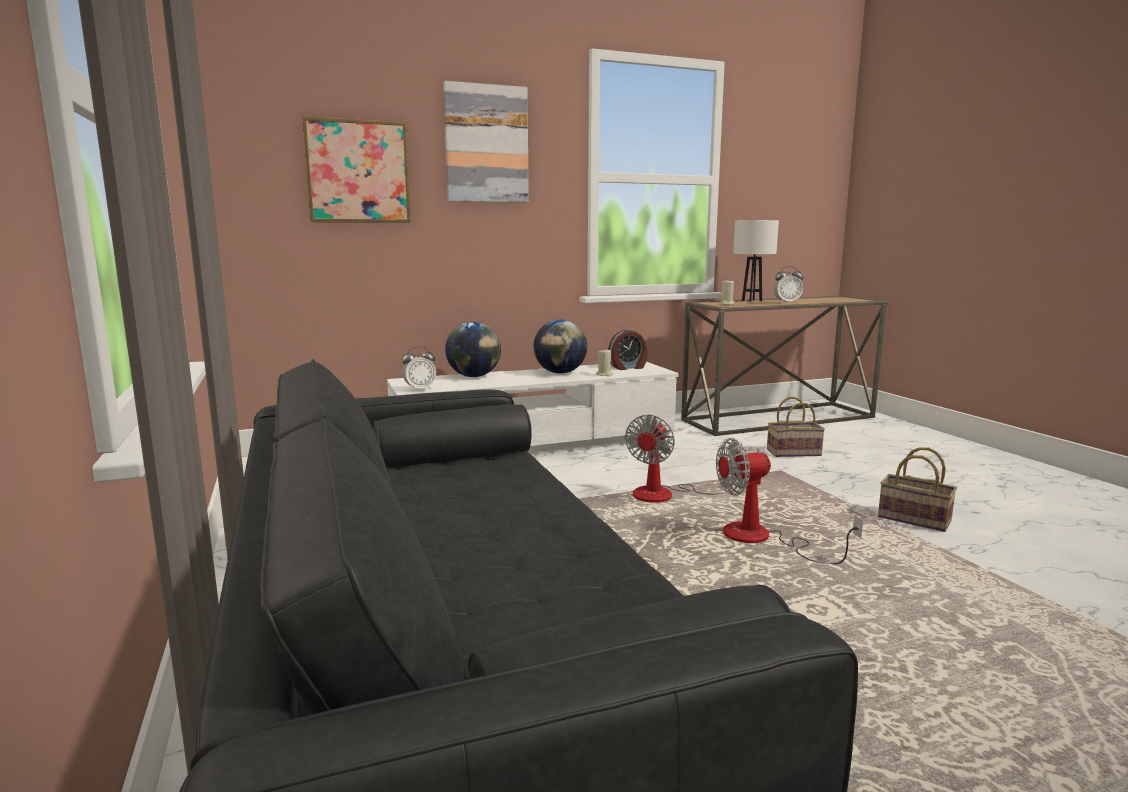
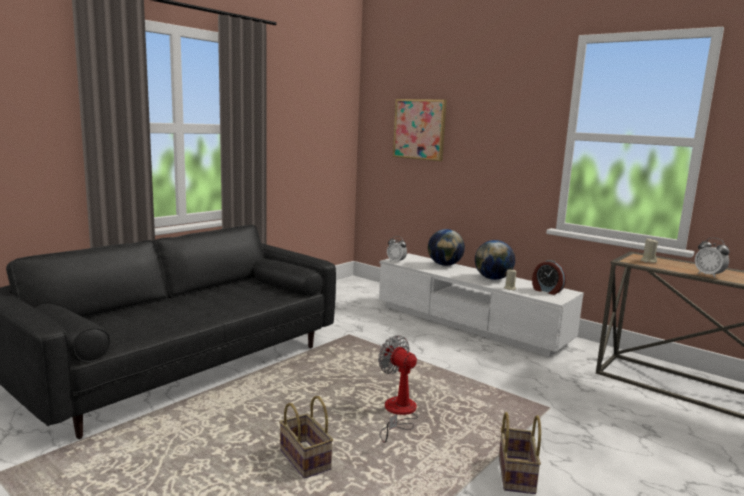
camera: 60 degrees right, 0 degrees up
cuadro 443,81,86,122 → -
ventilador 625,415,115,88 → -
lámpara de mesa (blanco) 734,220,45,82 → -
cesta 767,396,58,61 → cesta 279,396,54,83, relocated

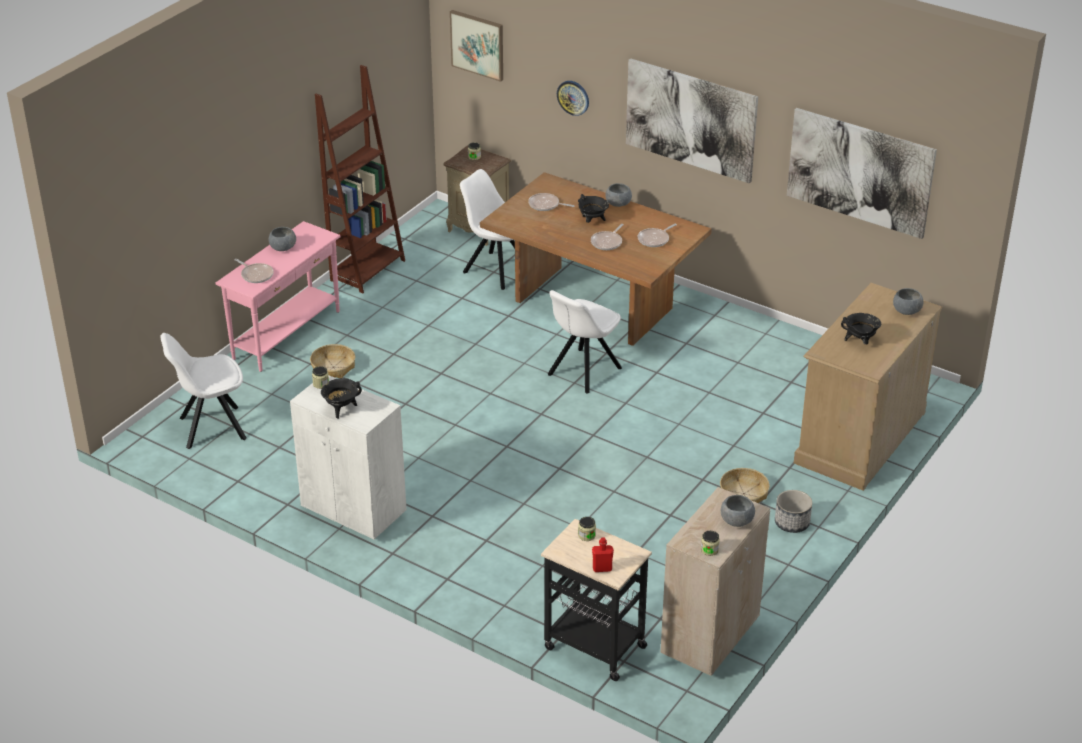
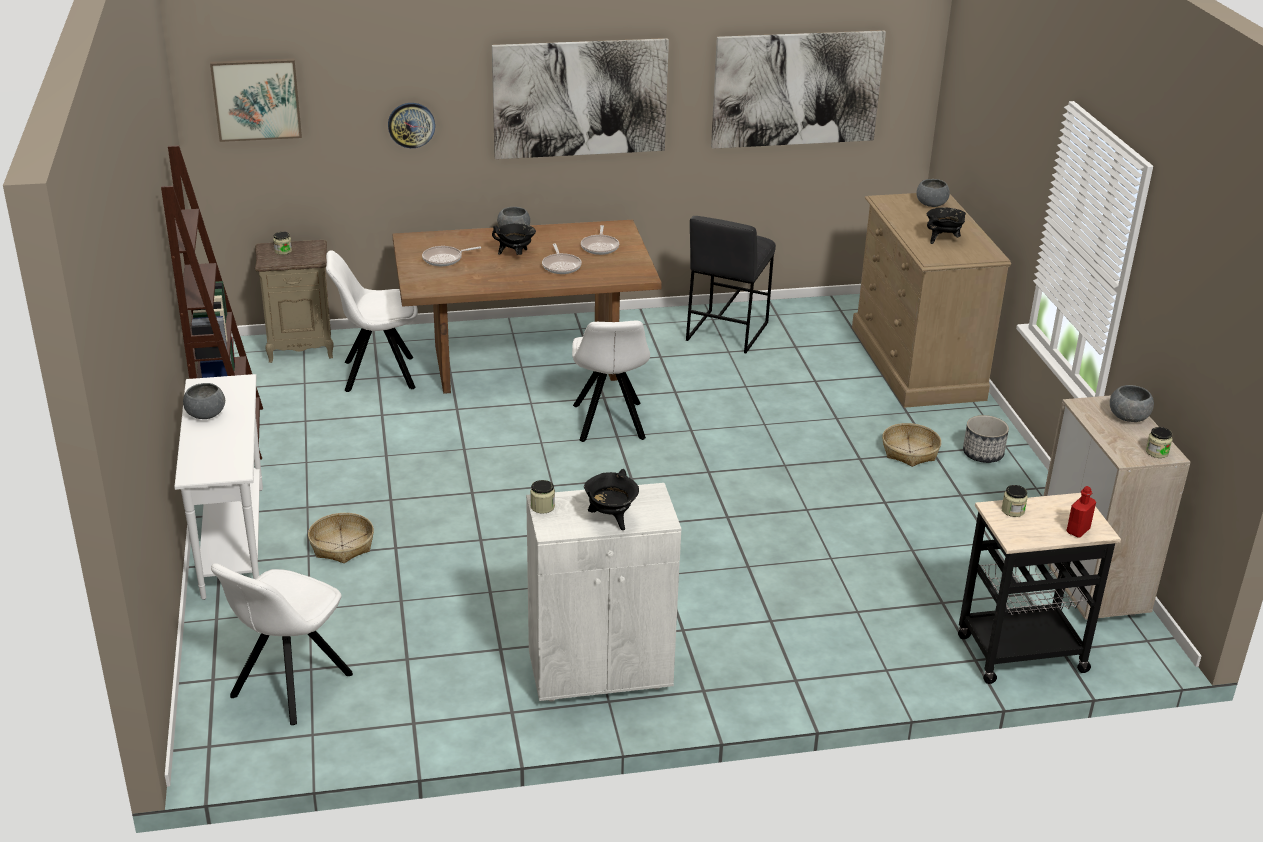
camera: 45 degrees left, 5 degrees down
sartén 235,259,39,24 → -
- → taburete (gris) 686,216,90,137
mesa consola (rosa) 215,221,125,151 → mesa consola (blanco) 175,374,88,226

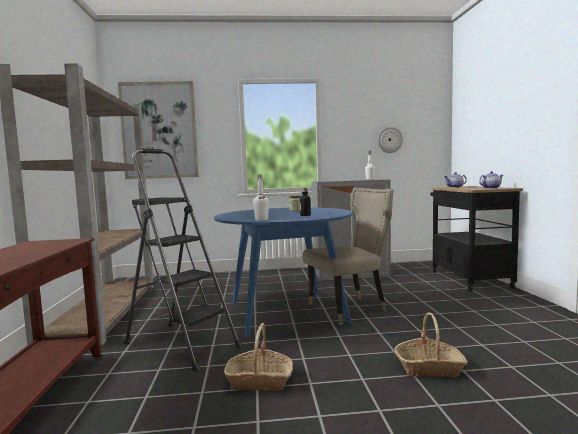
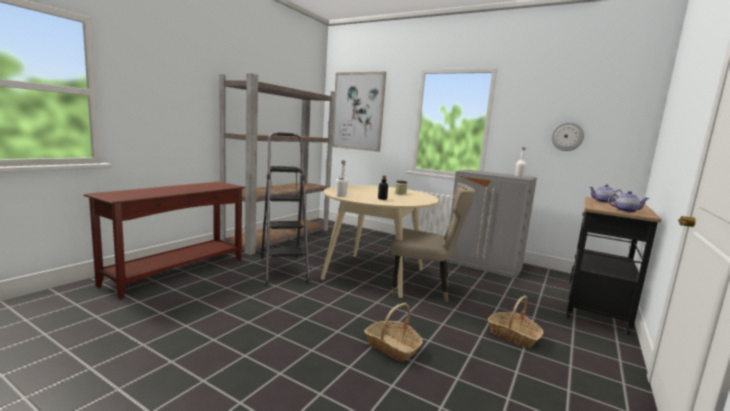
camera: 35 degrees right, 5 degrees up
cesta 224,323,69,68 → cesta 488,295,56,53, relocated
mesa de comedor (azul) 214,207,139,130 → mesa de comedor (beis) 321,185,118,113

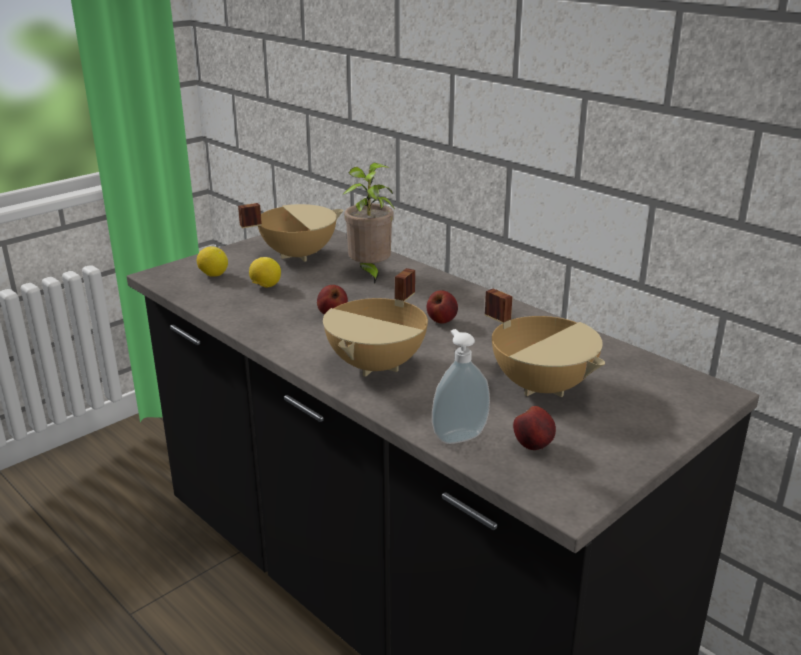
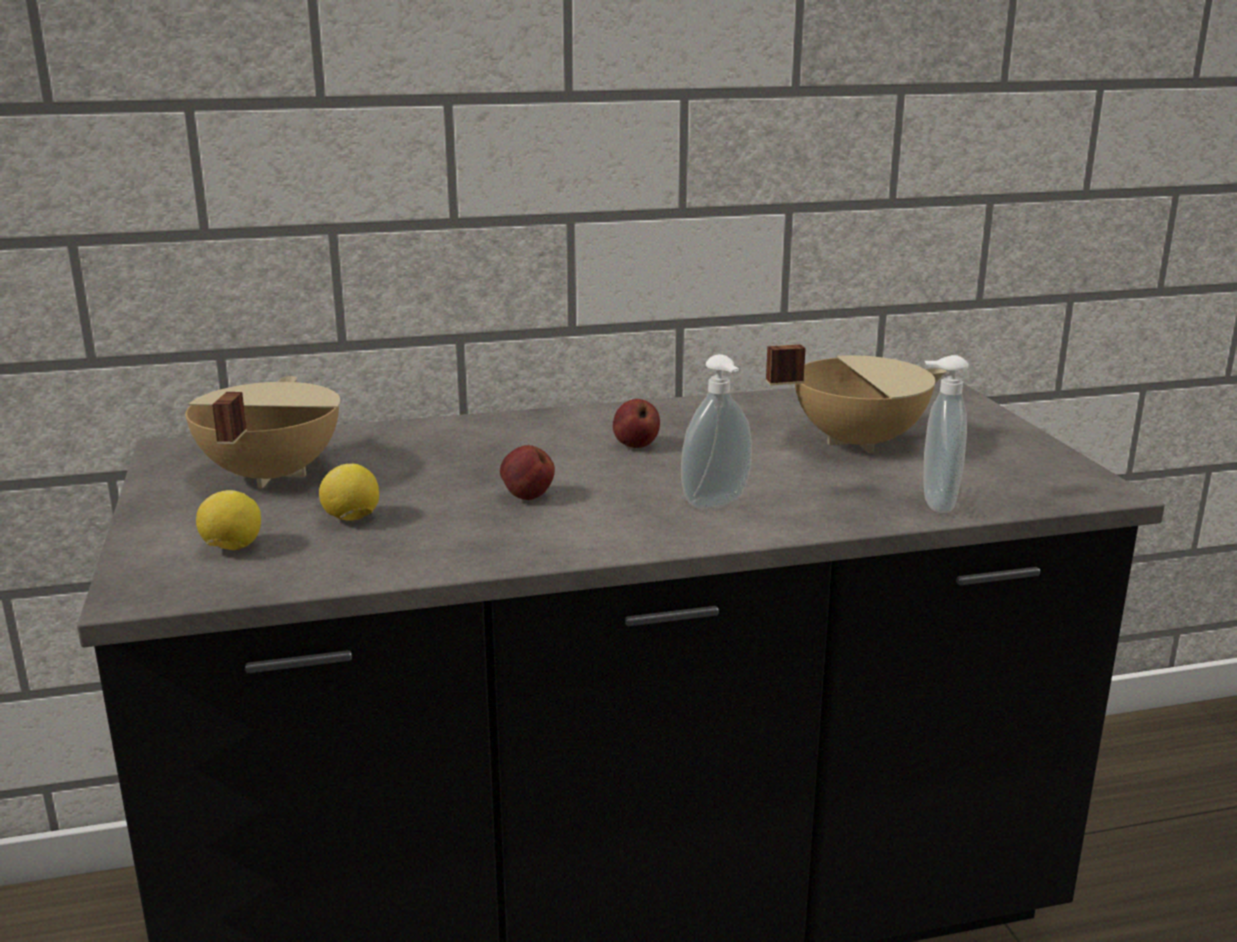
camera: 60 degrees left, 5 degrees down
planta en maceta 343,163,52,121 → -
manzana 513,406,43,44 → -
olla (beis) 323,268,105,109 → dispensador de jabón 681,354,71,155

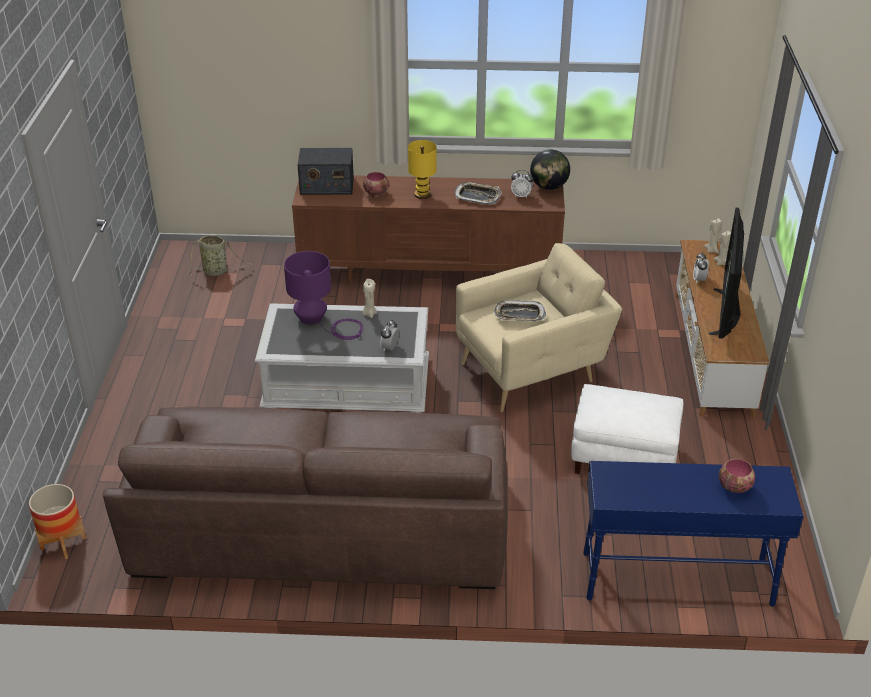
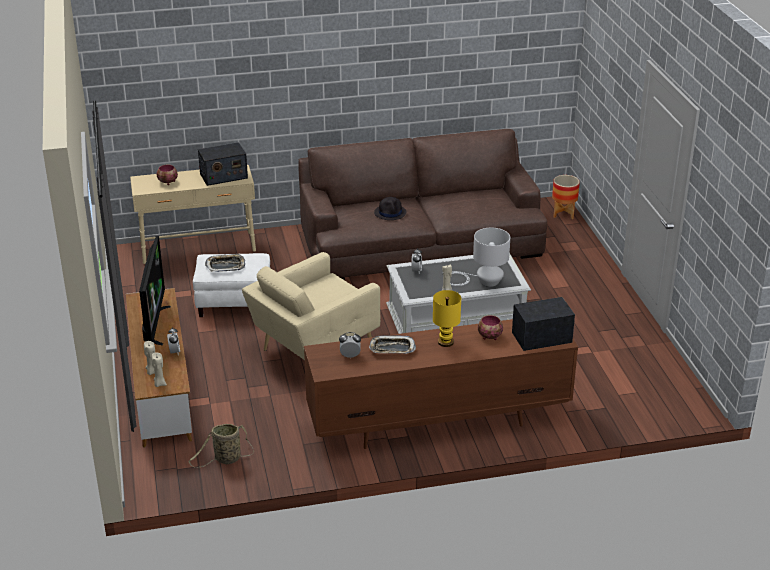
camera: 165 degrees right, 5 degrees down
globo terráqueo 530,149,40,41 → -
- → radio 198,142,50,44
- → sombrero (negro) 374,197,33,23
cesta 189,235,63,41 → cesta 188,424,66,44, relocated
bandeja 494,300,52,21 → bandeja 205,254,40,18, relocated
lámpara de mesa (morado) 284,251,79,89 → lámpara de mesa (gris) 450,228,60,59
mesa consola (azul) 583,461,220,146 → mesa consola (beis) 130,165,126,99

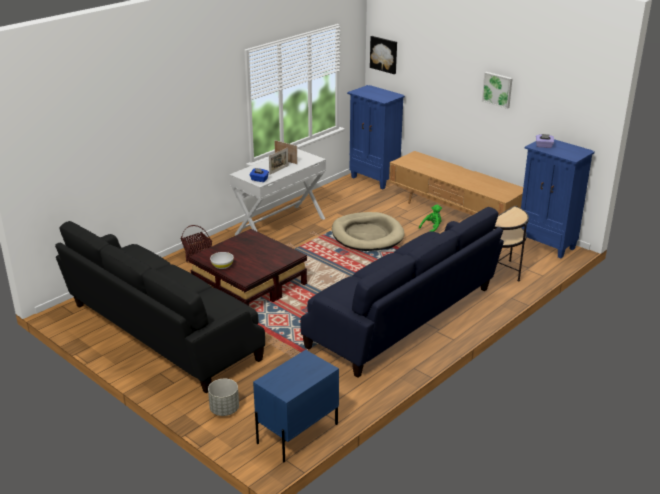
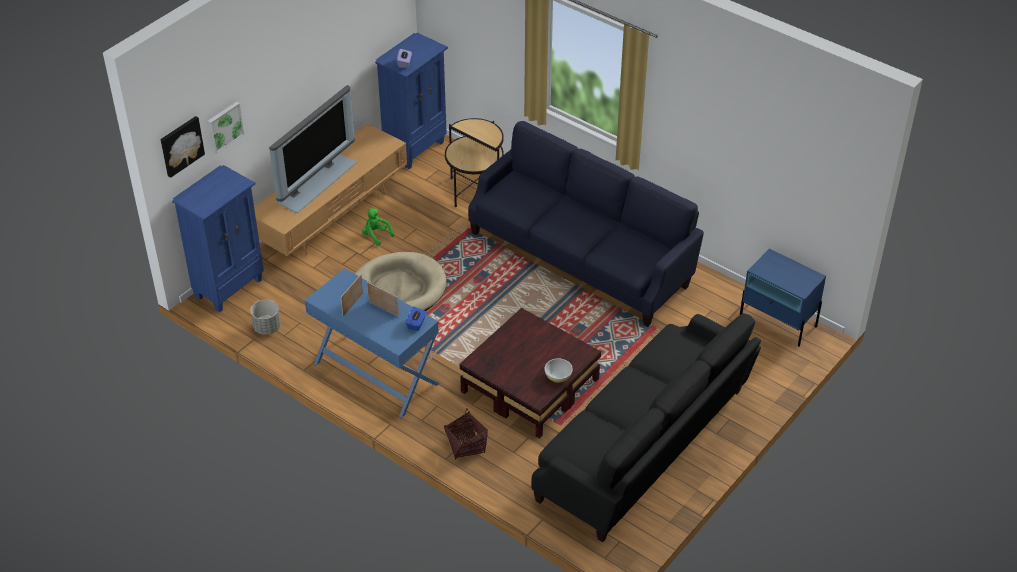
camera: 95 degrees left, 15 degrees up
- → televisor 269,85,88,128
maceta (gris) 208,379,31,37 → maceta (gris) 250,299,31,36, relocated
cuadro 482,72,31,37 → cuadro 207,102,37,52, relocated
mesa consola (blanco) 229,149,97,86 → mesa consola (azul) 305,268,134,150

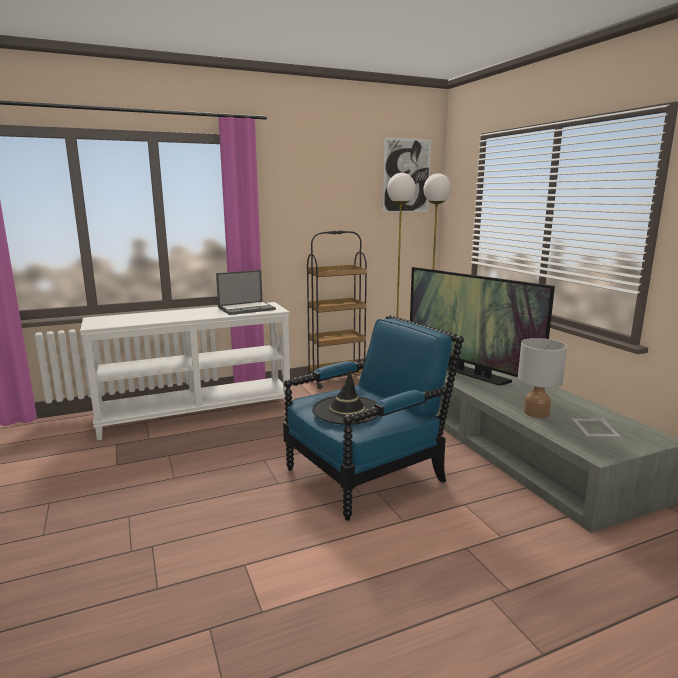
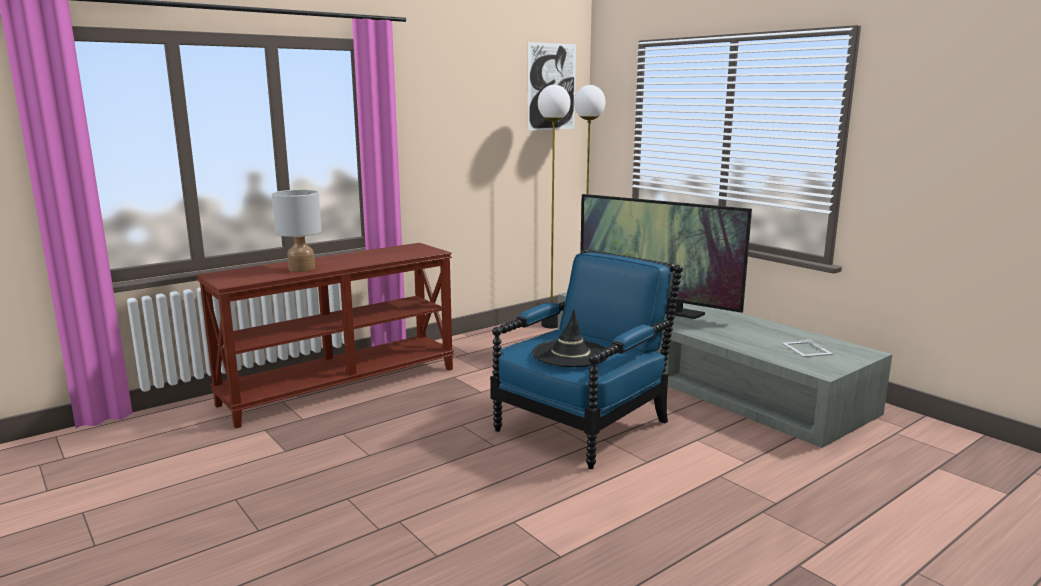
camera: 15 degrees left, 0 degrees up
portátil 216,270,60,45 → -
carrito (marrón) 307,230,60,159 → -
lámpara de mesa (gris) 518,338,49,80 → lámpara de mesa (gris) 272,190,50,82, relocated
mesa consola (blanco) 80,302,210,138 → mesa consola (marrón) 197,243,257,185

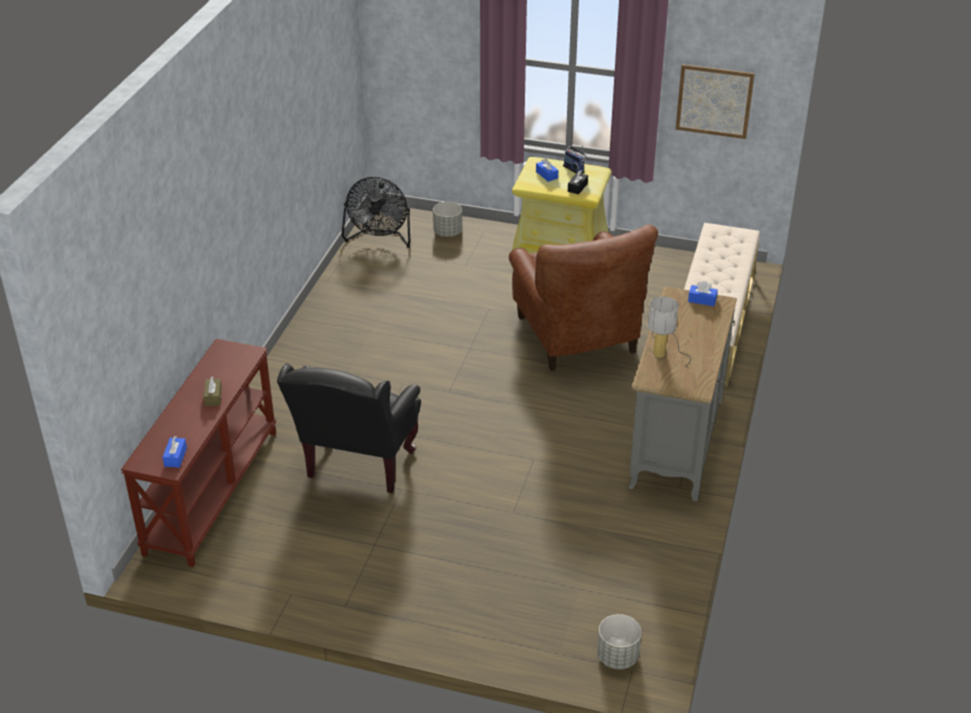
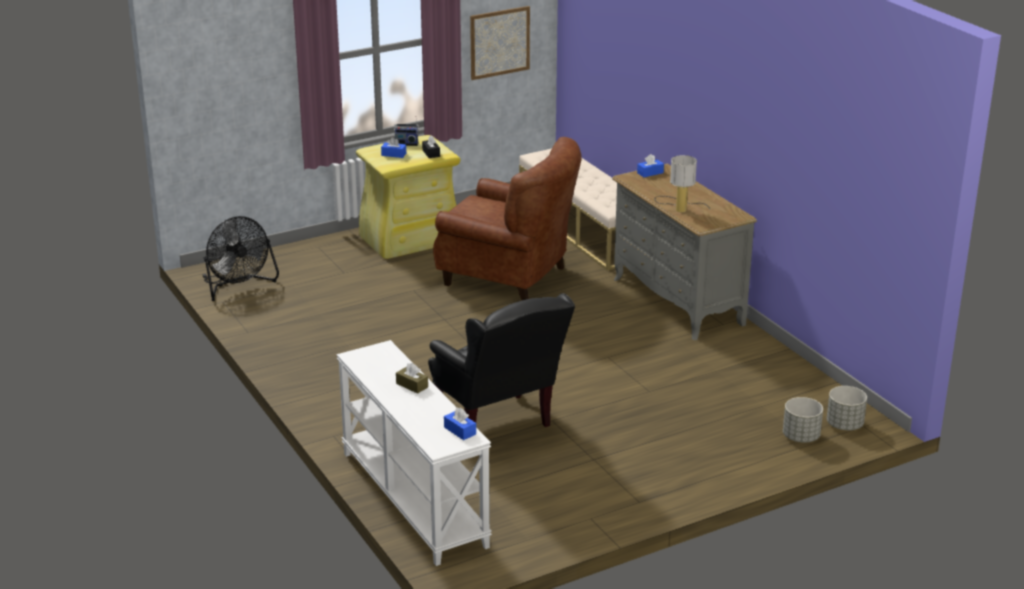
camera: 45 degrees left, 10 degrees down
maceta (gris) 433,201,29,36 → maceta (gris) 783,397,40,46, relocated
mesa consola (marrón) 121,339,155,228 → mesa consola (blanco) 337,340,155,226

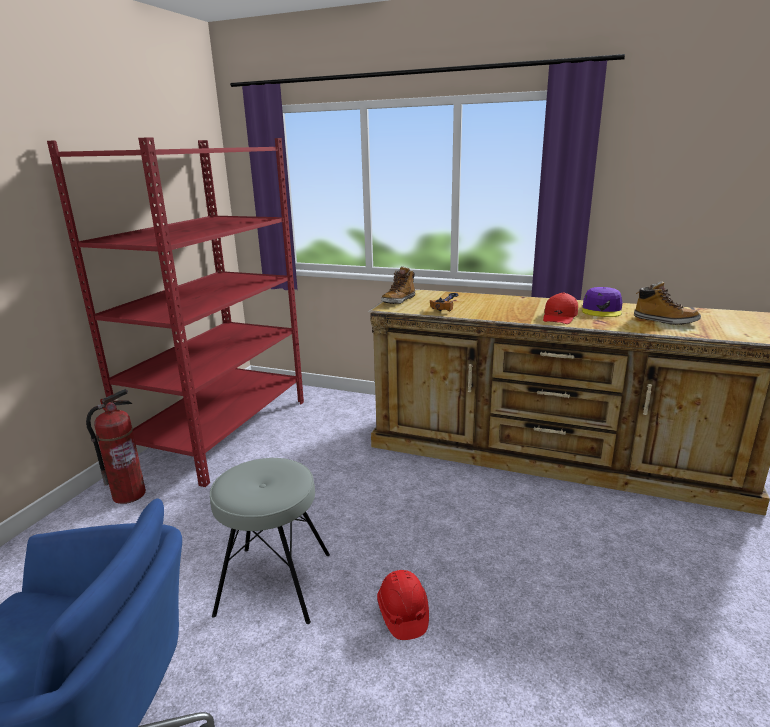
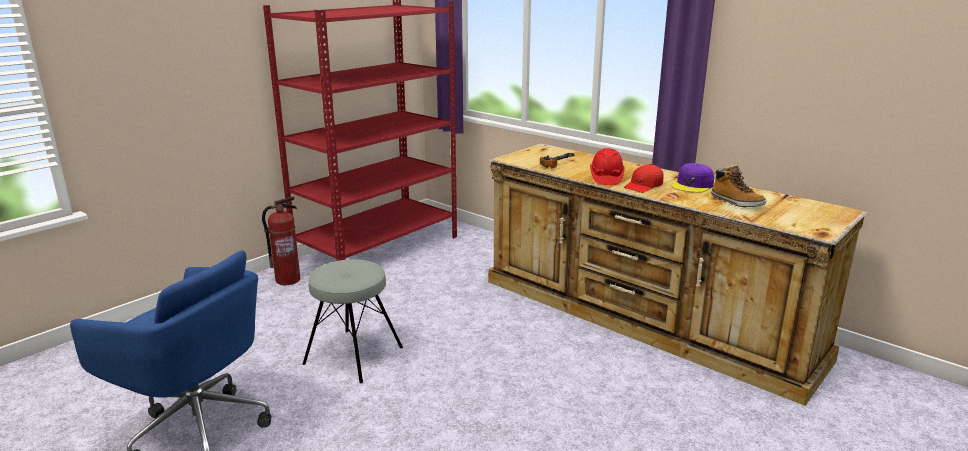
camera: 20 degrees right, 0 degrees up
bota 381,266,34,38 → -
casco (rojo) 377,570,52,70 → casco (rojo) 590,148,35,37, relocated

